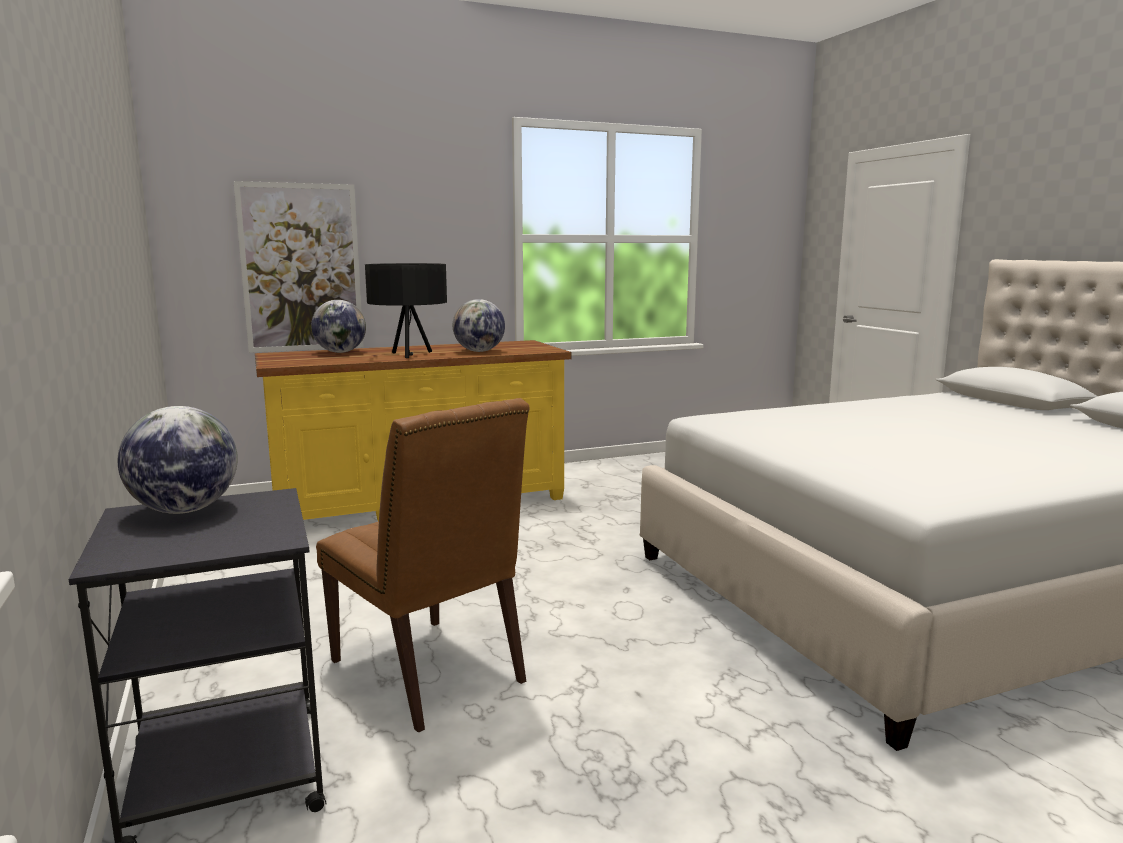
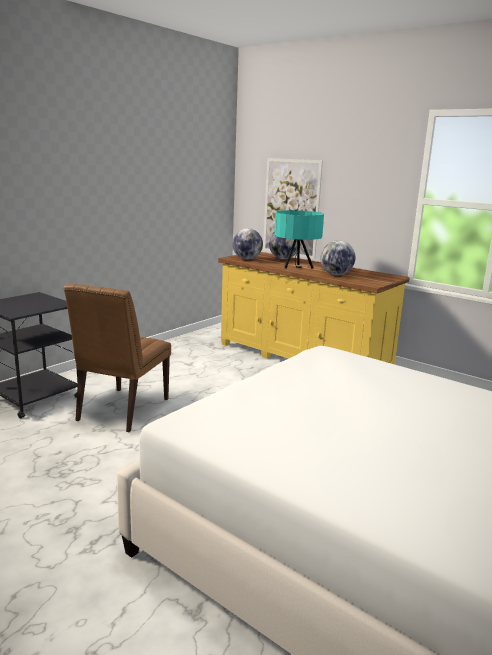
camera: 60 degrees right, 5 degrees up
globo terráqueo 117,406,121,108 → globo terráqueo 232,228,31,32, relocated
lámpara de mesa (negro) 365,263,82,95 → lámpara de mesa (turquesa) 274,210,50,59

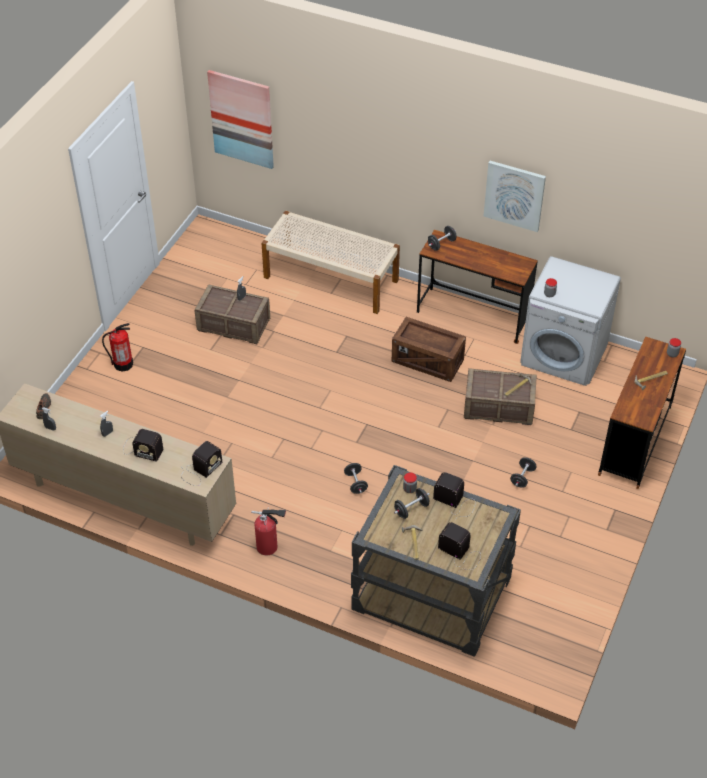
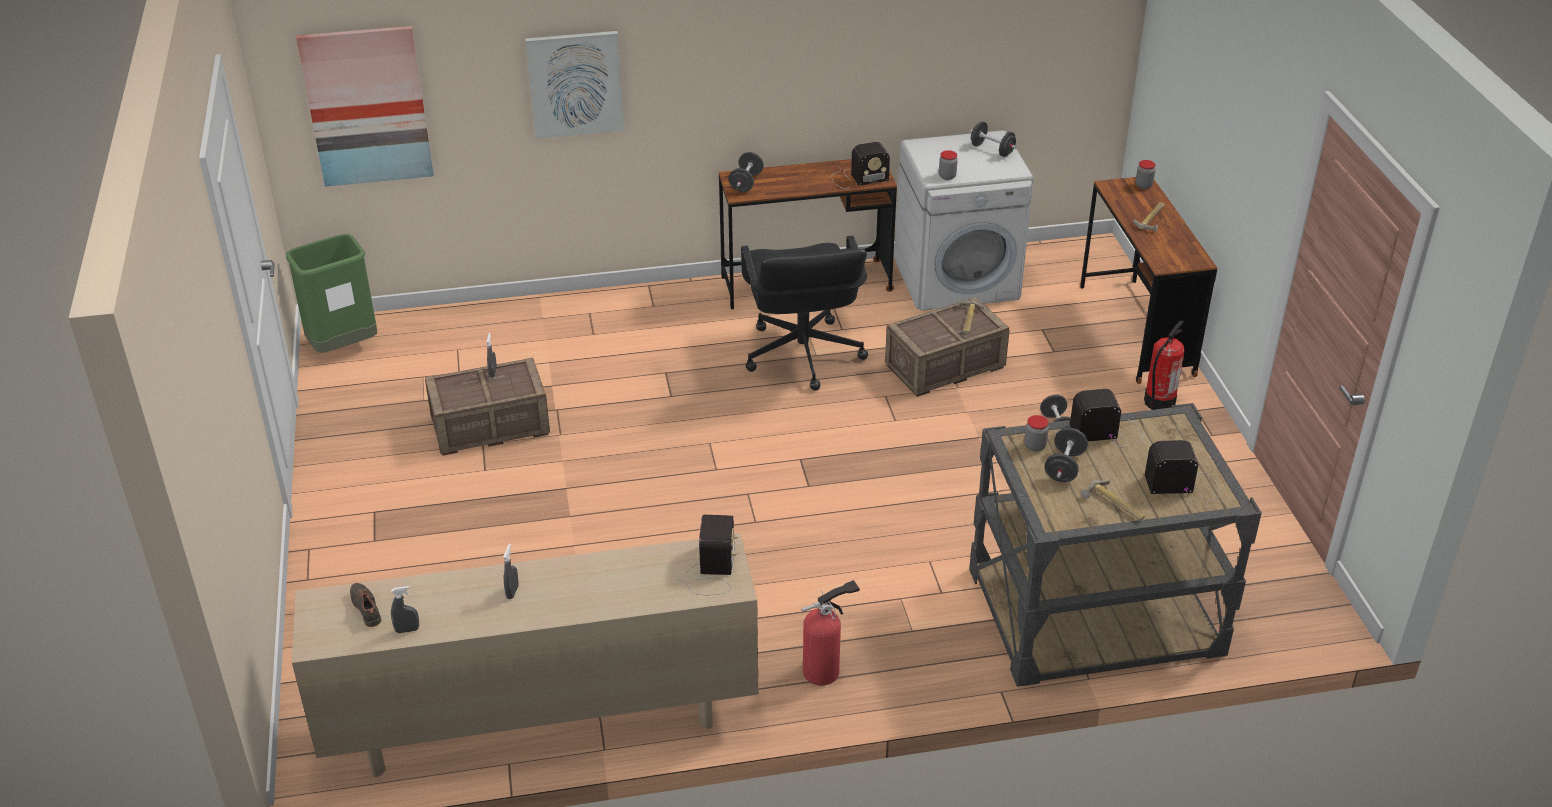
camera: 35 degrees left, 10 degrees down
banco (beis) 262,210,138,104 → -
- → papelera (verde) 286,234,91,119
extintor 102,323,31,49 → extintor 1144,320,41,90, relocated
radio 123,429,40,33 → radio 831,142,59,47, relocated
mancuerna (negro) 344,463,24,31 → mancuerna (negro) 970,121,47,36, relocated
cuadro 484,161,62,71 → cuadro 525,31,99,108, relocated
caja de embalaje 391,317,75,65 → silla de oficina (negro) 741,236,127,155

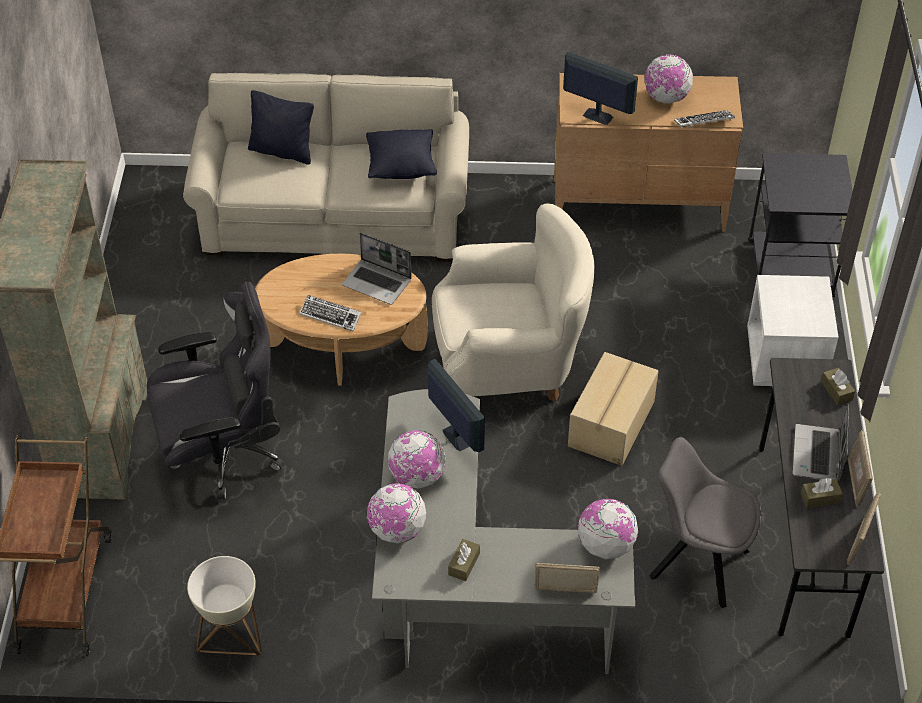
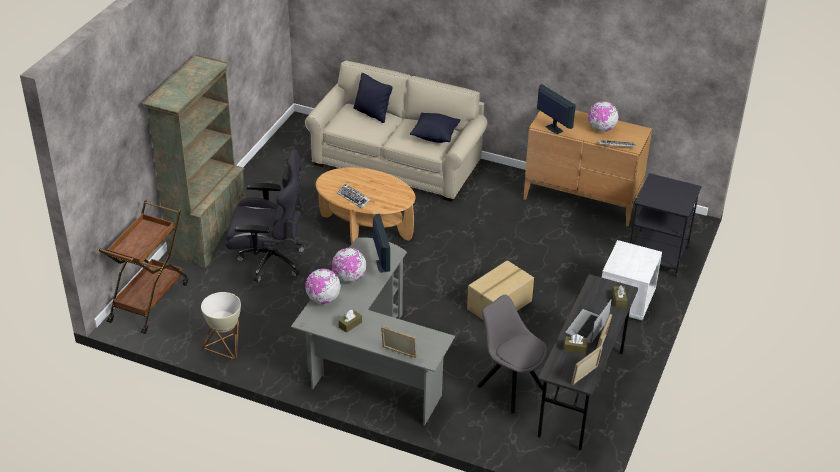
camera: 20 degrees right, 10 degrees down
portátil 342,233,70,72 → -
sillón (beis) 432,203,163,198 → -
globo terráqueo 578,499,60,60 → -

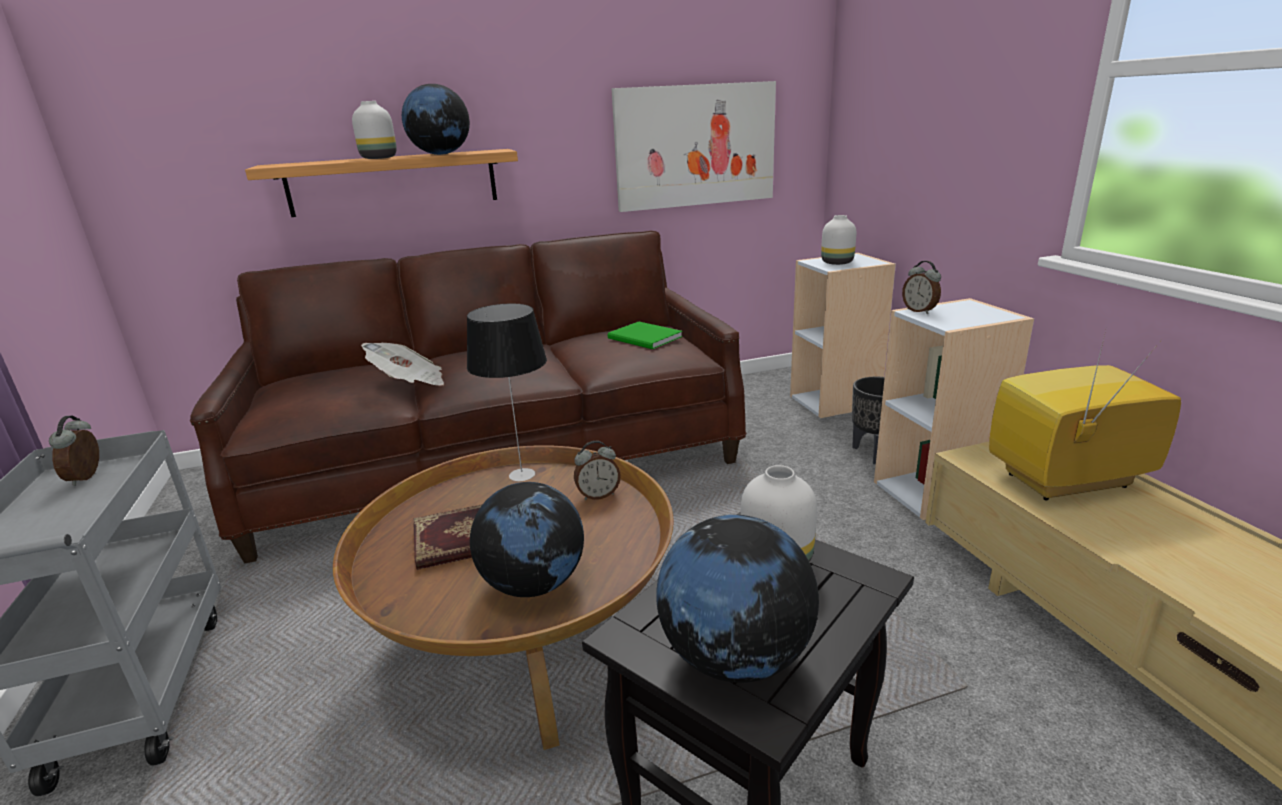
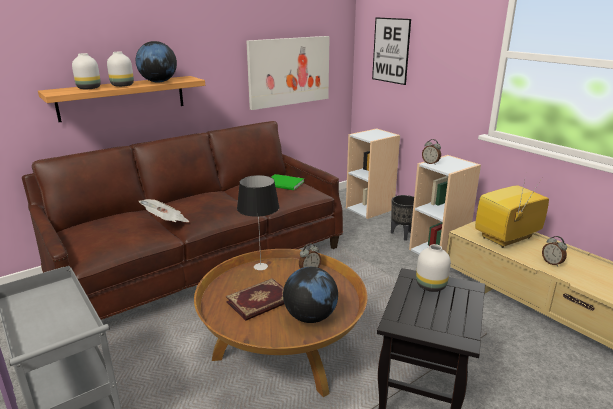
camera: 20 degrees left, 0 degrees up
globo terráqueo 656,515,163,168 → -
- → cuadro 372,17,39,68
despertador 49,416,50,70 → despertador 542,236,25,31, relocated
florero (blanco) 821,215,35,50 → florero (blanco) 72,53,29,36, relocated

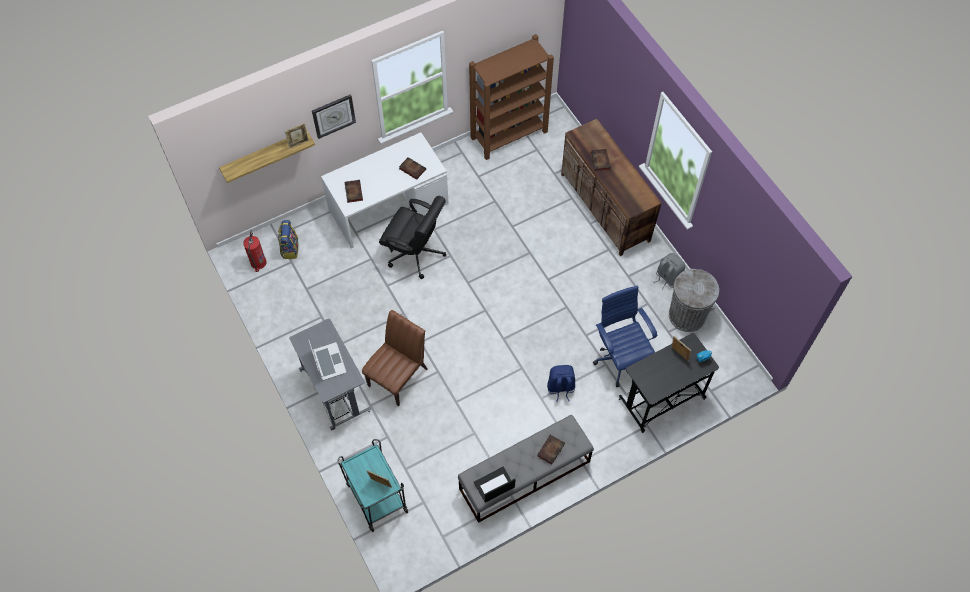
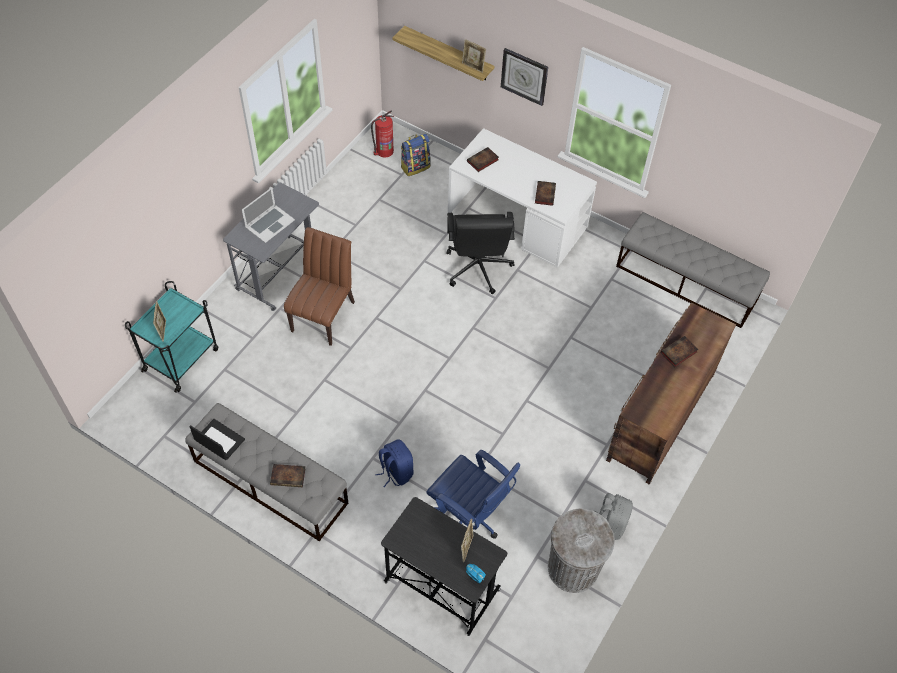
camera: 60 degrees right, 5 degrees down
estantería (marrón) 469,34,85,126 → banco (gris) 616,212,154,116
silla (marrón) 362,310,66,96 → silla (marrón) 284,227,71,119, 75 degrees counterclockwise
silla de oficina (azul) 593,286,64,101 → silla de oficina (azul) 426,450,94,89, 90 degrees clockwise

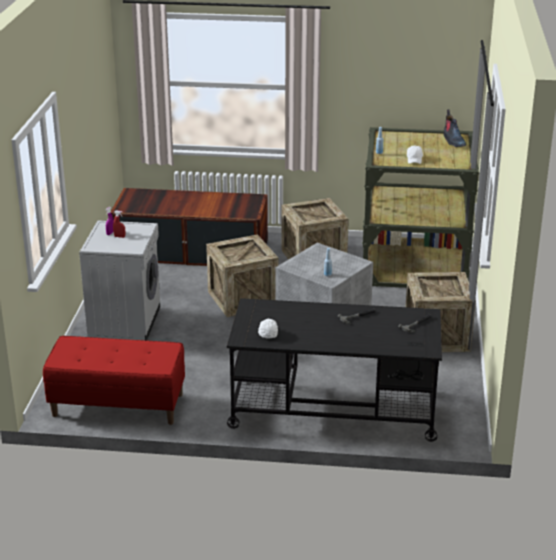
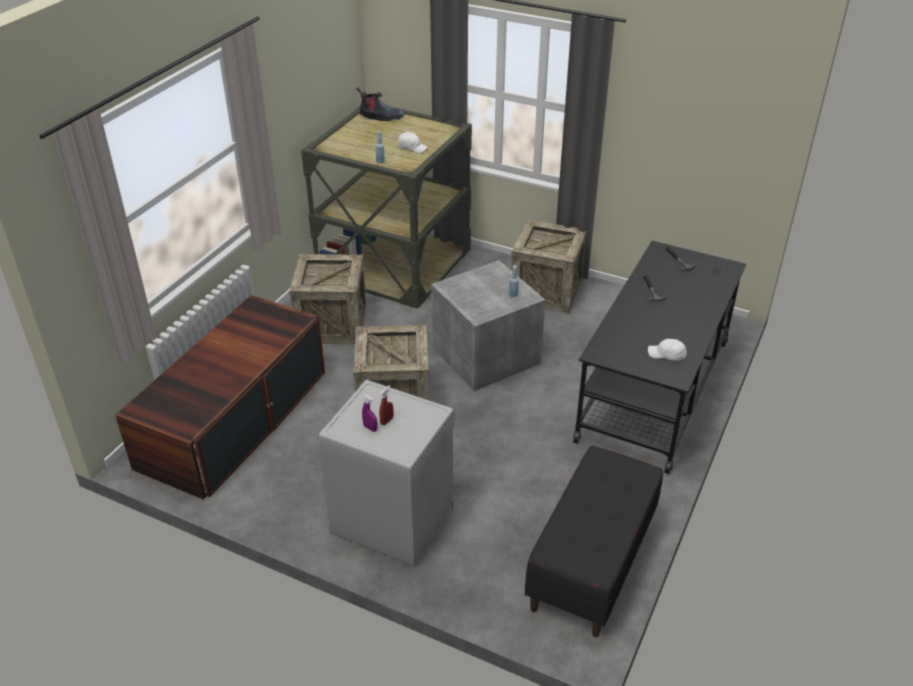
camera: 70 degrees left, 10 degrees up
banco (rojo) 43,336,142,89 → banco (negro) 525,446,138,191

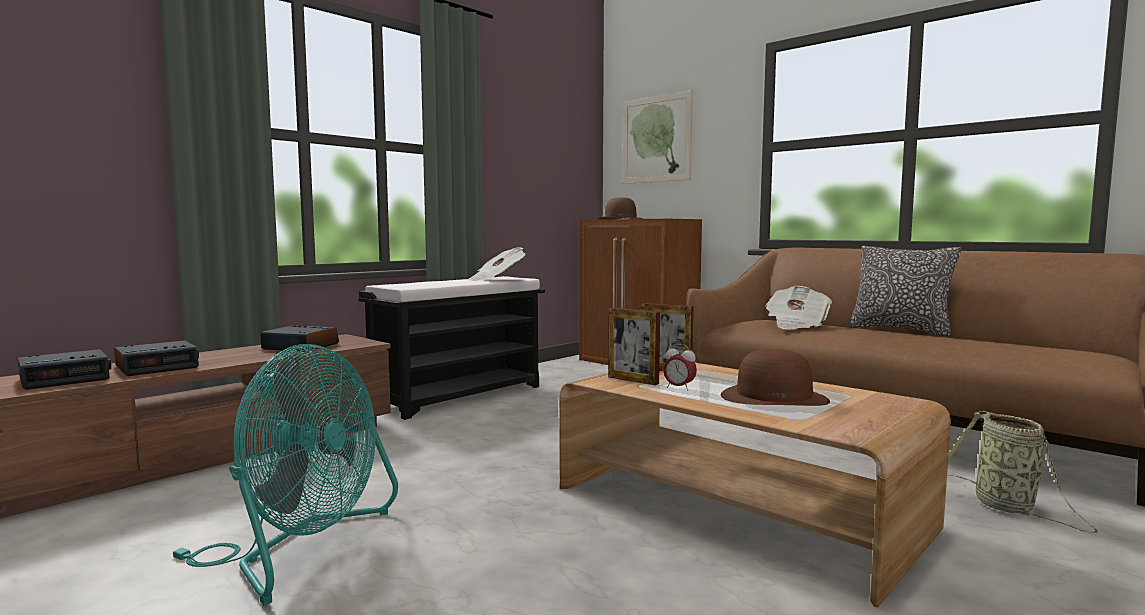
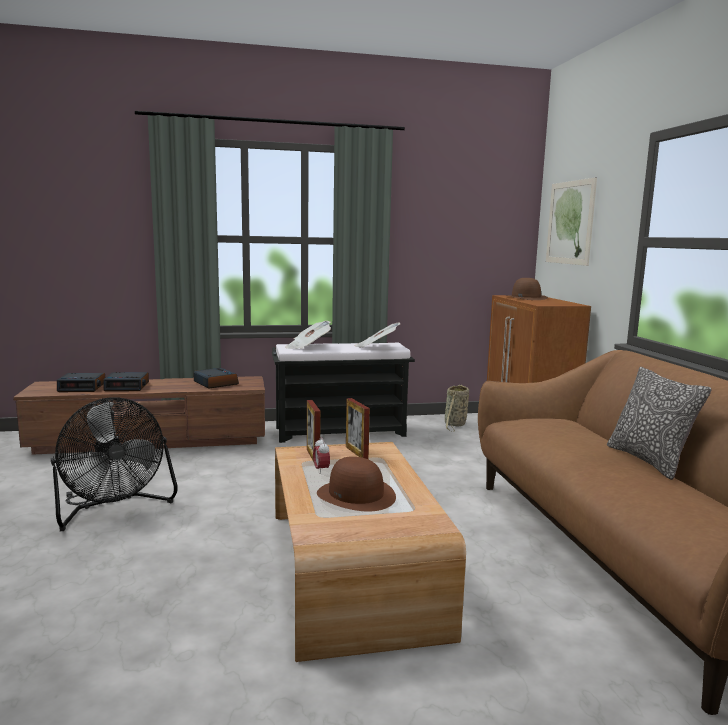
camera: 35 degrees right, 5 degrees up
periódico 765,286,67,44 → periódico 285,321,46,28, relocated
cesta 948,411,150,121 → cesta 445,385,24,47, relocated
ventilador (turquesa) 173,344,225,262 → ventilador (negro) 51,397,127,134

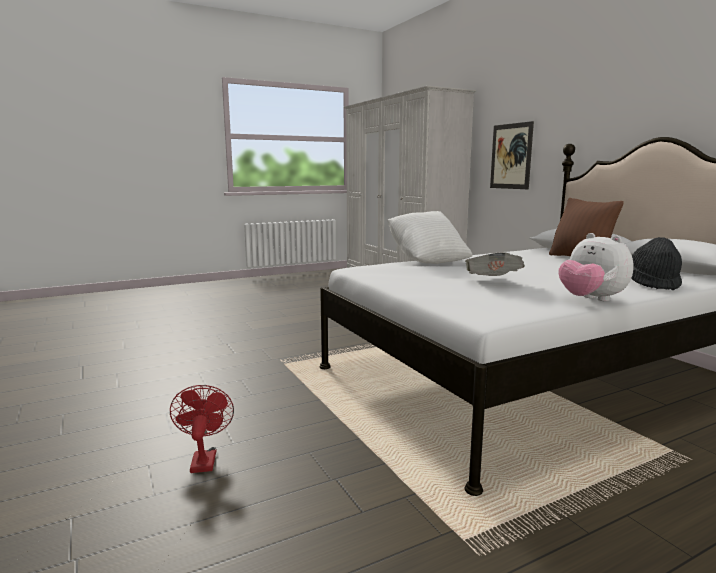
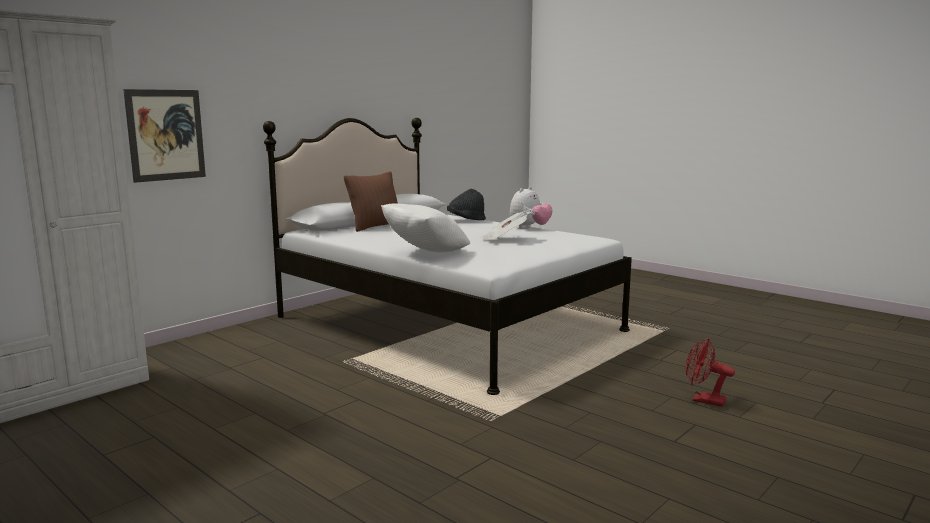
camera: 110 degrees left, 0 degrees up
ventilador (rojo) 170,385,64,88 → ventilador (rojo) 686,338,49,69, 60 degrees clockwise

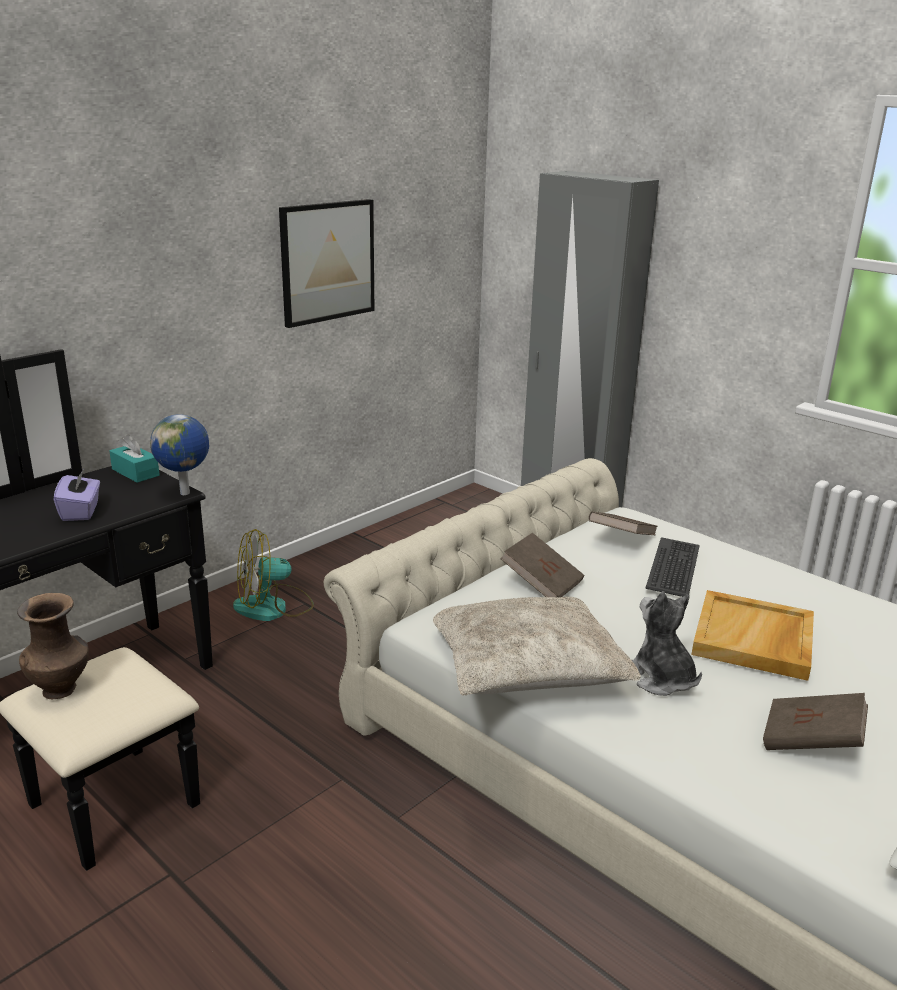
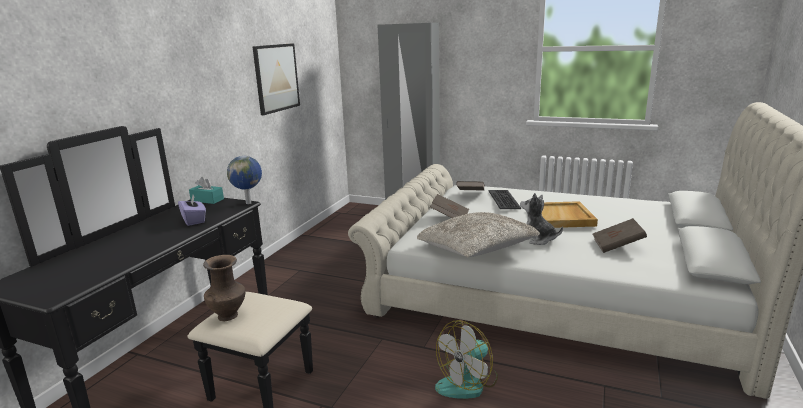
camera: 20 degrees left, 5 degrees down
ventilador 233,529,81,92 → ventilador 435,320,63,79, relocated

